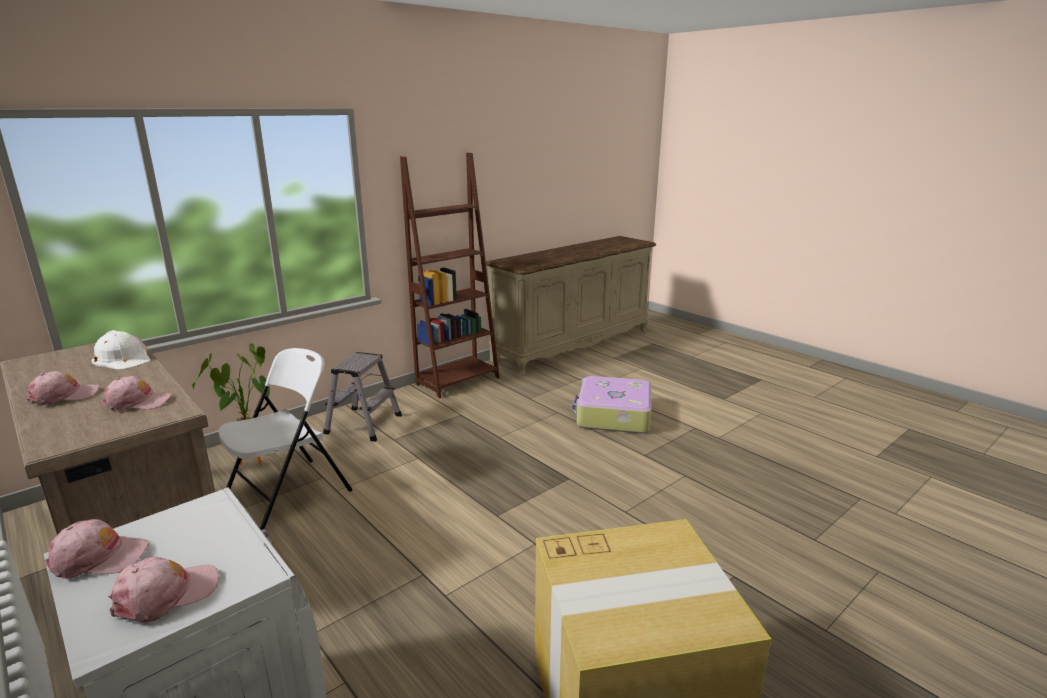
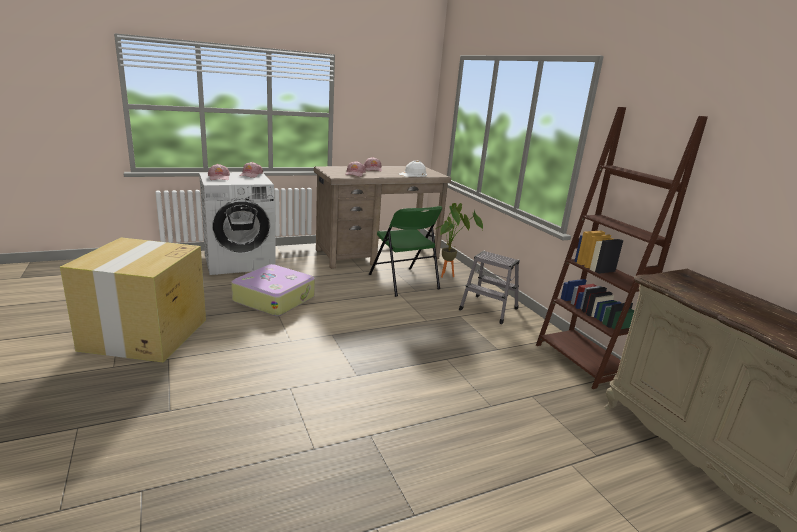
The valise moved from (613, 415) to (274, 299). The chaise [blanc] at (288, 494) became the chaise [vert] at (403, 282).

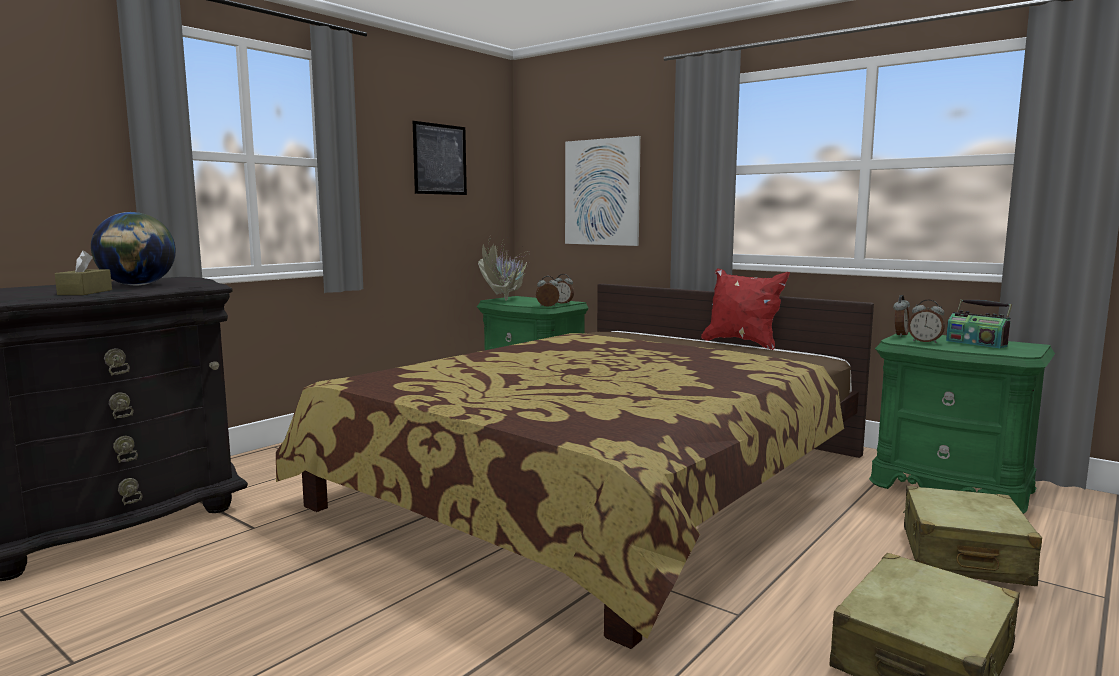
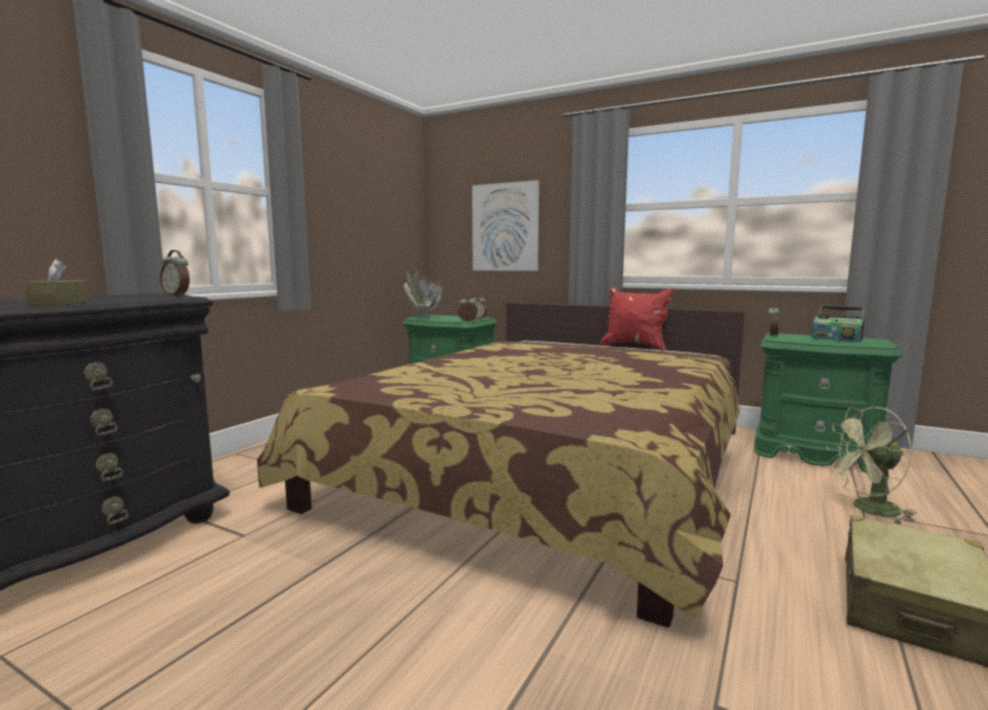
The globe at (137, 285) disappeared. The tableau at (440, 159) disappeared. The réveil moved from (925, 342) to (177, 295). The valise [beige] at (963, 556) was replaced by the ventilateur [vert] at (868, 510).

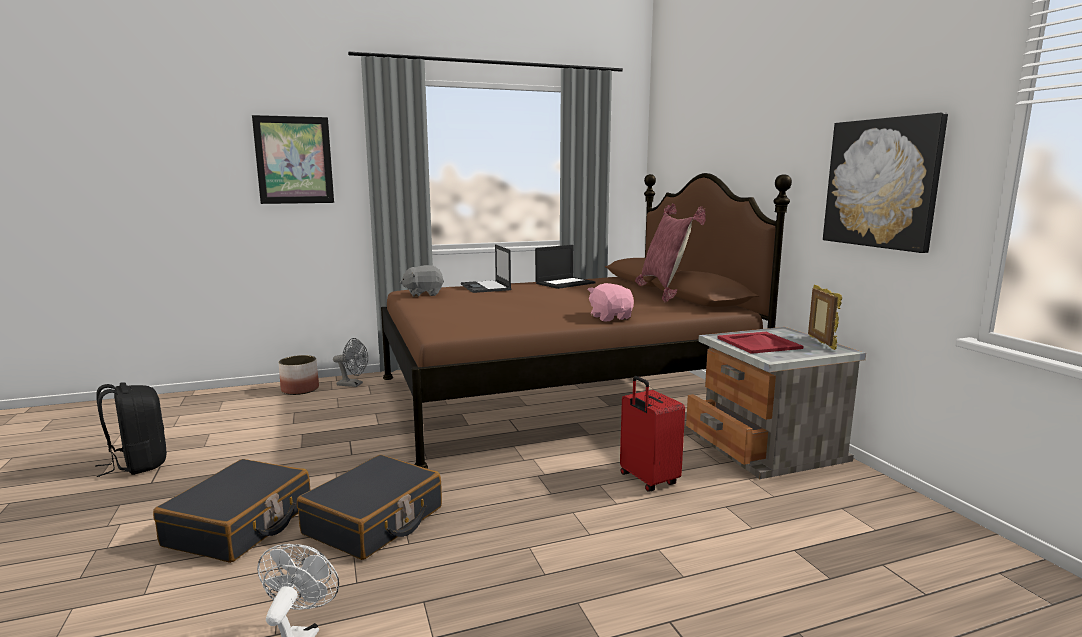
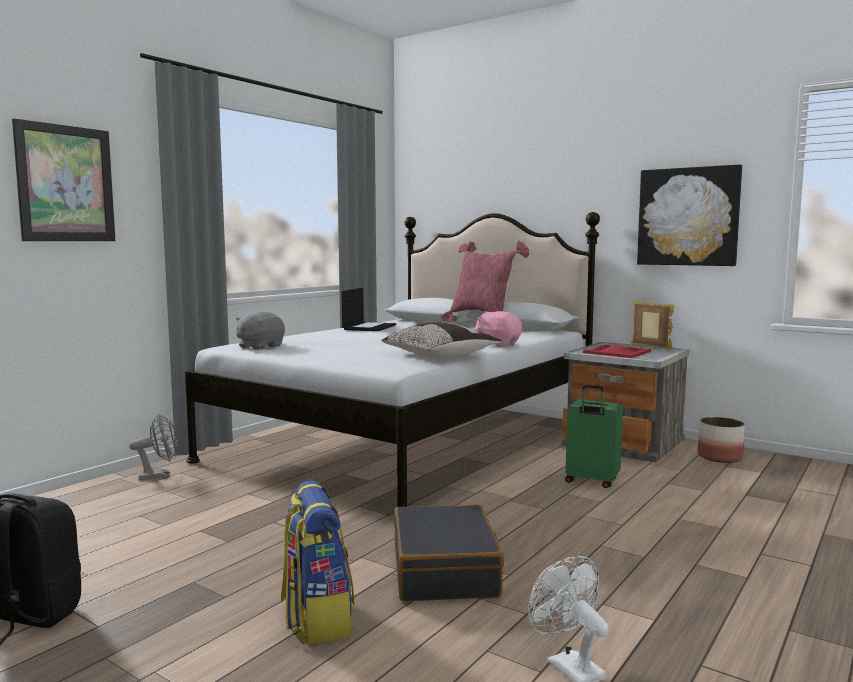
The ordinateur portable at (486, 287) disappeared. The coussin at (440, 355) appeared. The cache-pot moved from (300, 389) to (720, 457). The valise [noir] at (240, 525) was replaced by the sac à dos at (316, 619). The lit [marron] at (560, 396) became the lit [blanc] at (408, 442). The valise [rouge] at (647, 480) became the valise [vert] at (591, 481).

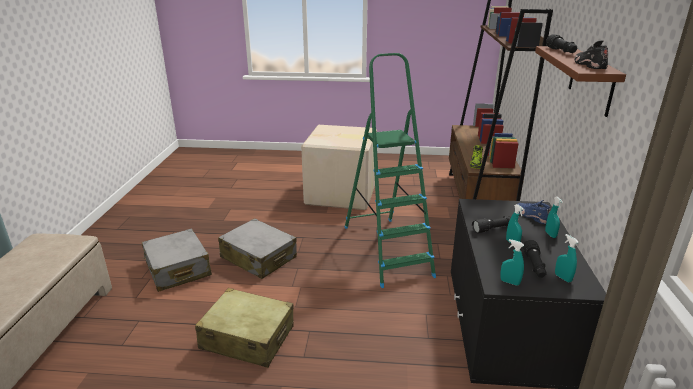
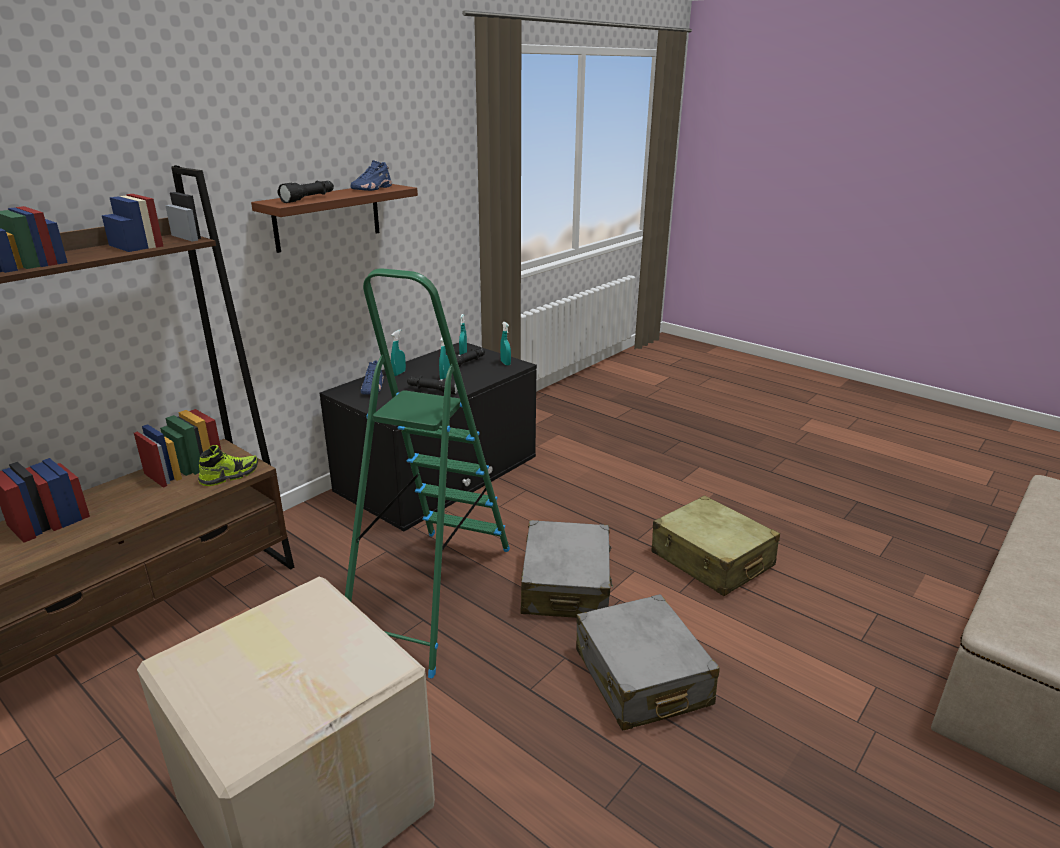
The valise [gris] moved from (178, 269) to (566, 584). The chaussure [noir] at (588, 65) became the chaussure [bleu] at (372, 189).

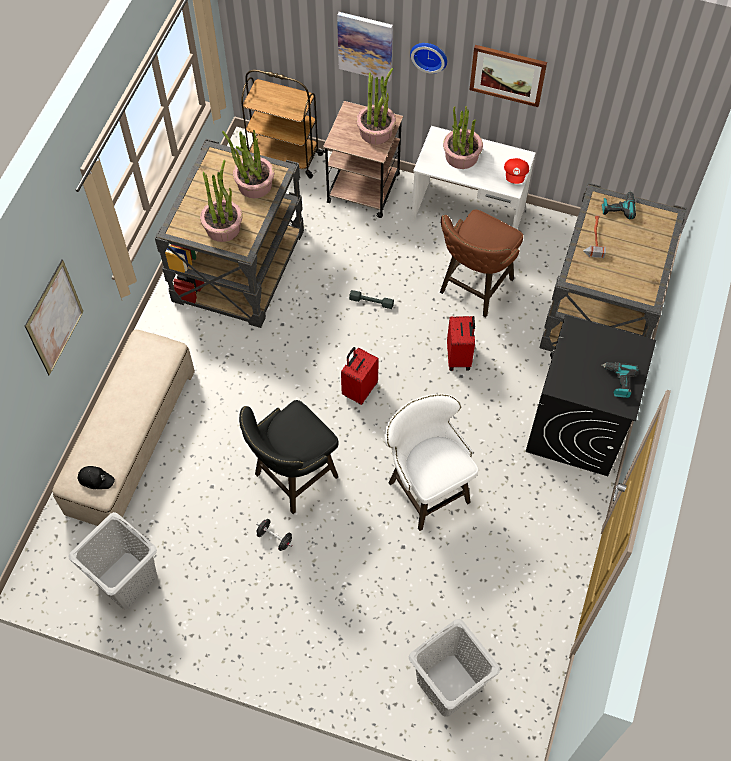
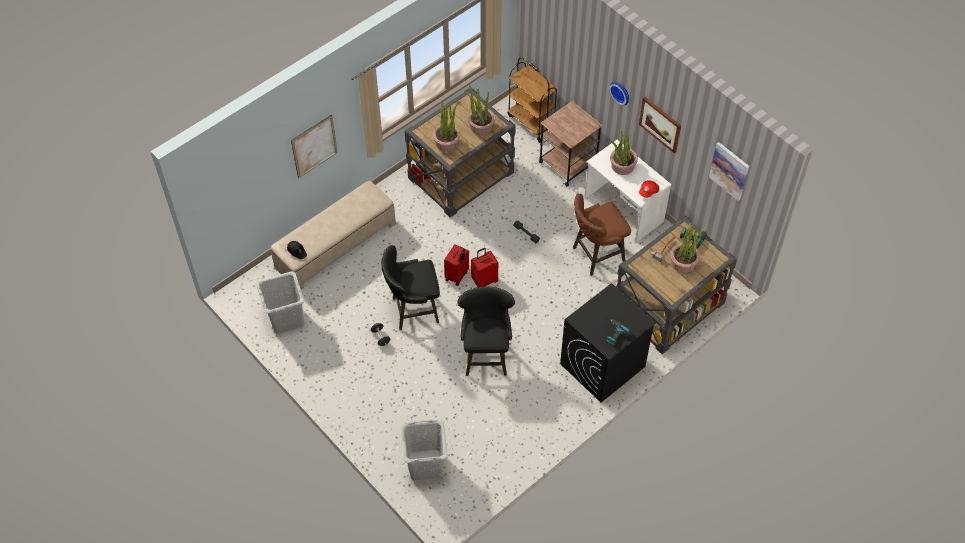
The tableau moved from (365, 45) to (729, 170). The plante en pot moved from (376, 131) to (683, 262). The valise [rouge] moved from (459, 357) to (457, 276). The tabouret [blanc] at (427, 489) became the tabouret [noir] at (486, 355).

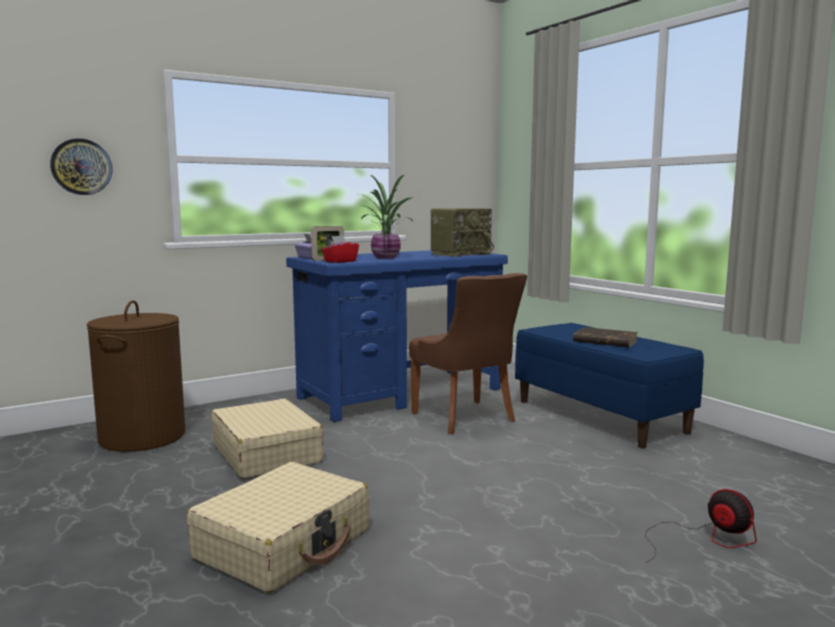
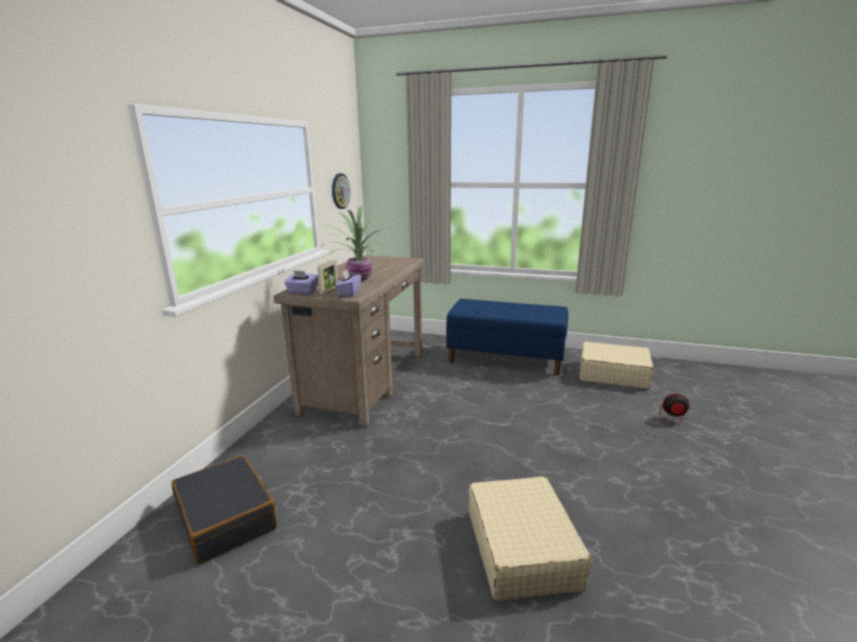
The chaise [marron] at (465, 418) disappeared. The radio at (461, 254) disappeared. The livre [marron] at (604, 341) disappeared. The horloge murale moved from (81, 167) to (340, 191). The valise [beige] moved from (266, 453) to (612, 374). The panier à linge [marron] at (142, 436) was replaced by the valise [noir] at (227, 518). The bureau [bleu] at (400, 393) became the bureau [marron] at (365, 381). The boîte à mouchoirs [rouge] at (340, 261) became the boîte à mouchoirs [violet] at (349, 293).

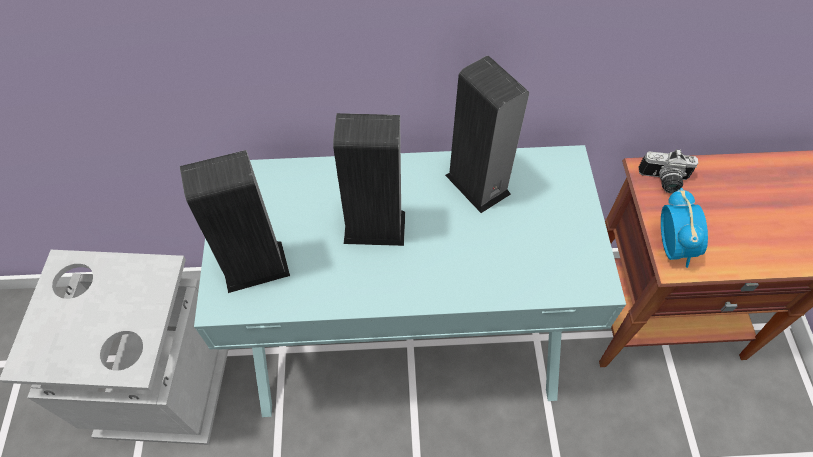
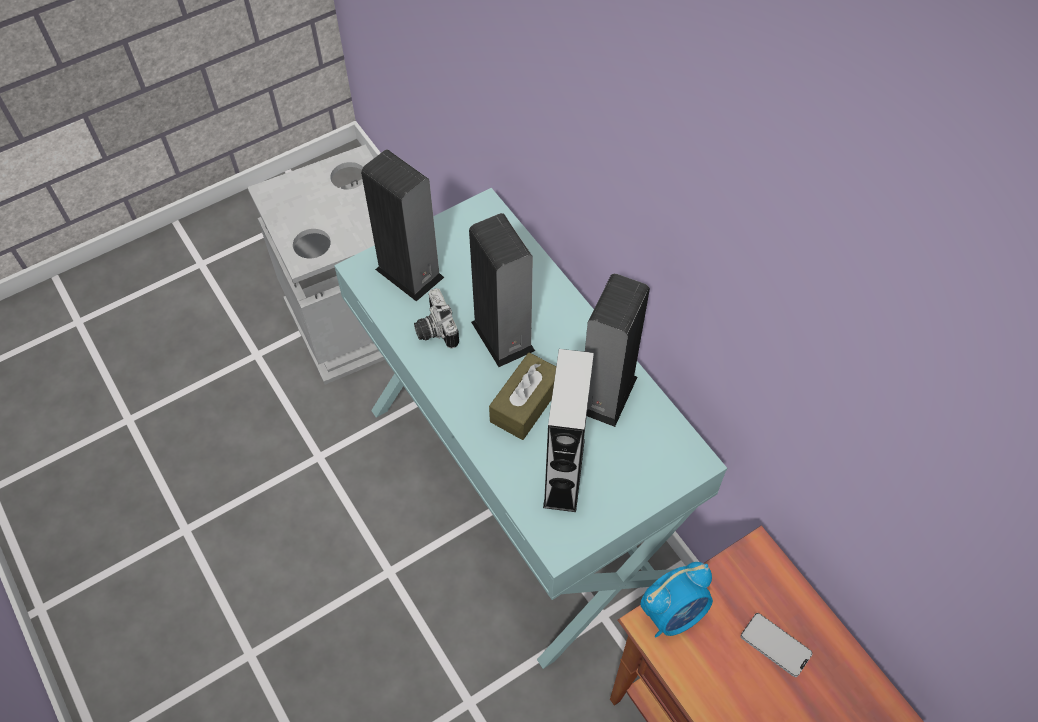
The boîte à mouchoirs [marron] at (525, 404) appeared. The enceinte [gris] at (564, 473) appeared. The téléphone at (775, 645) appeared. The appareil photo moved from (664, 181) to (434, 330).

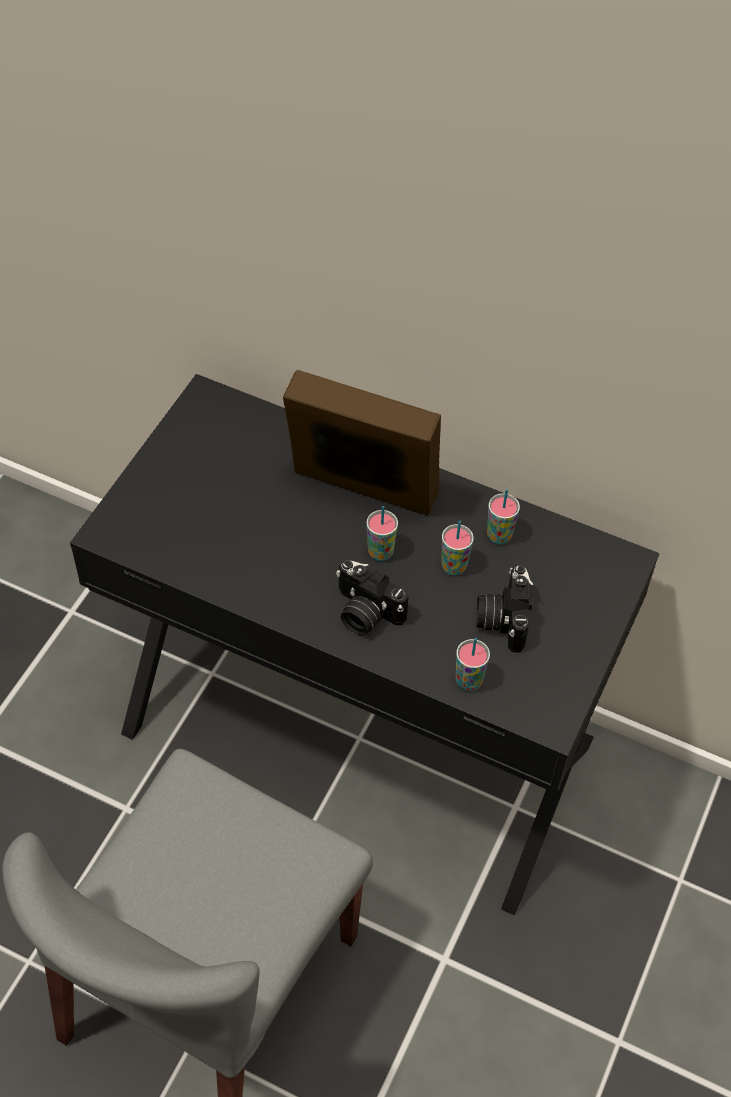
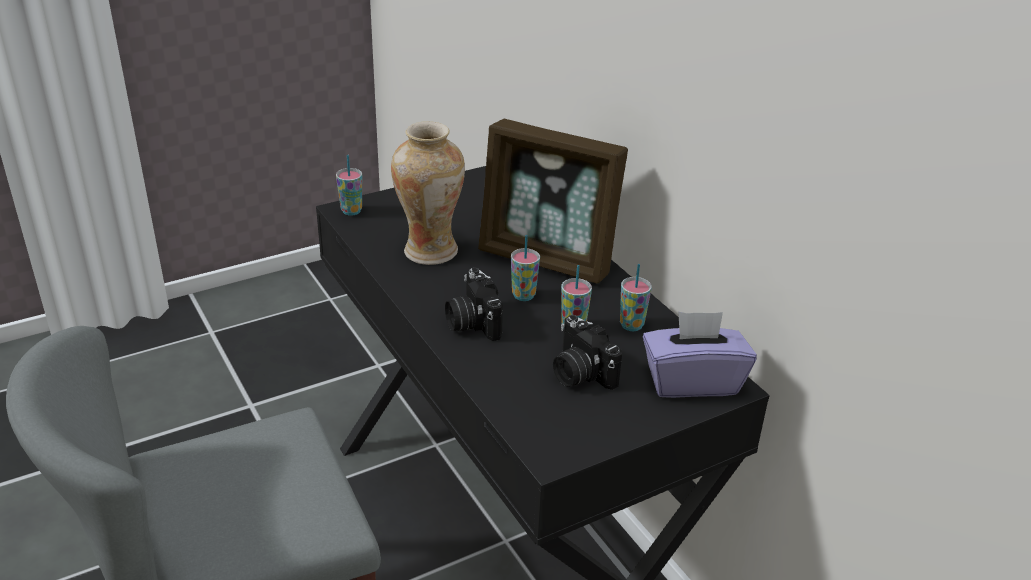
The vase at (430, 251) appeared. The boîte à mouchoirs [violet] at (692, 381) appeared. The tasse moved from (468, 681) to (351, 211). The cadre photo at (361, 491) turned 150 degrees clockwise. The appareil photo at (502, 619) turned 75 degrees counterclockwise.

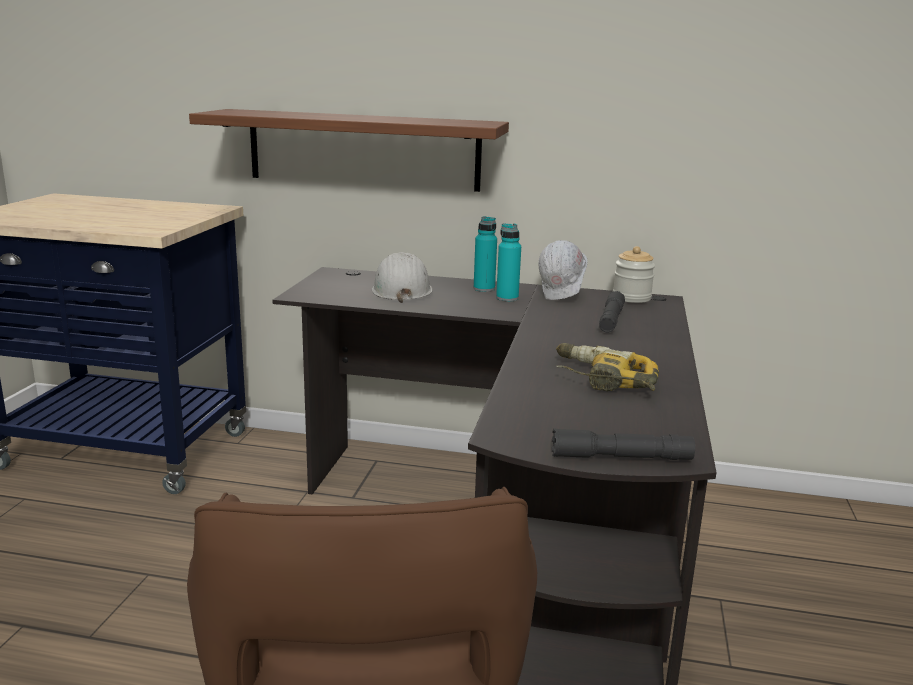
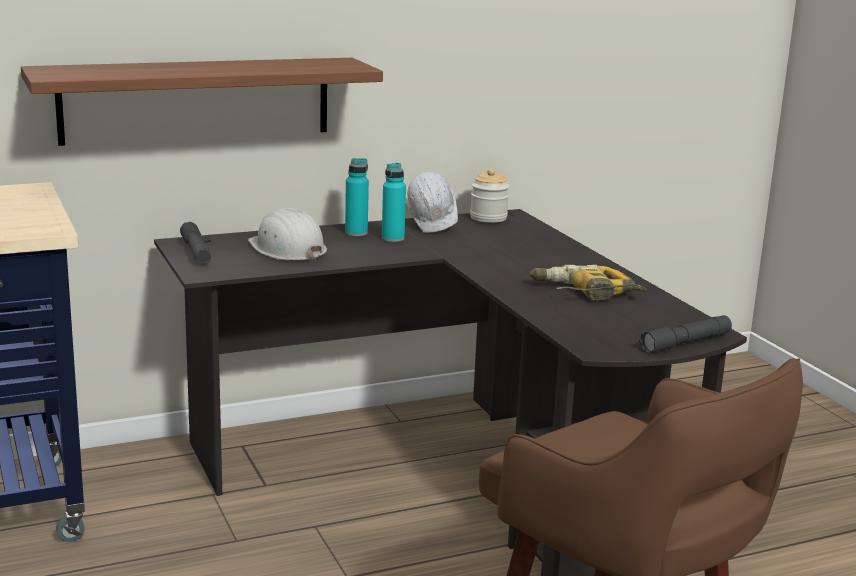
The lampe de poche [gris] moved from (611, 320) to (196, 252).

